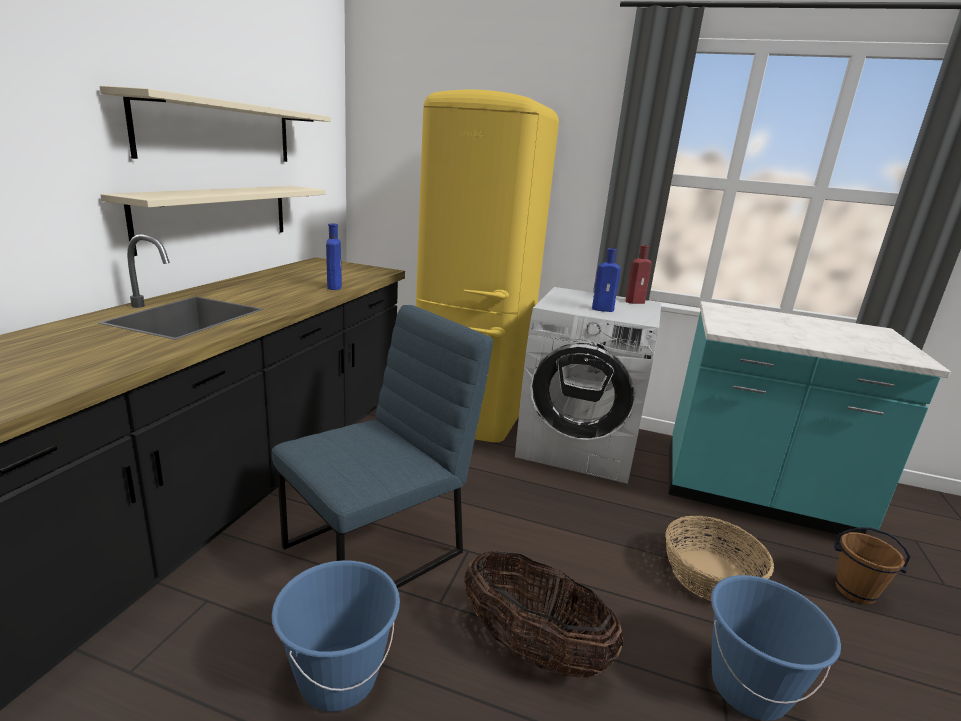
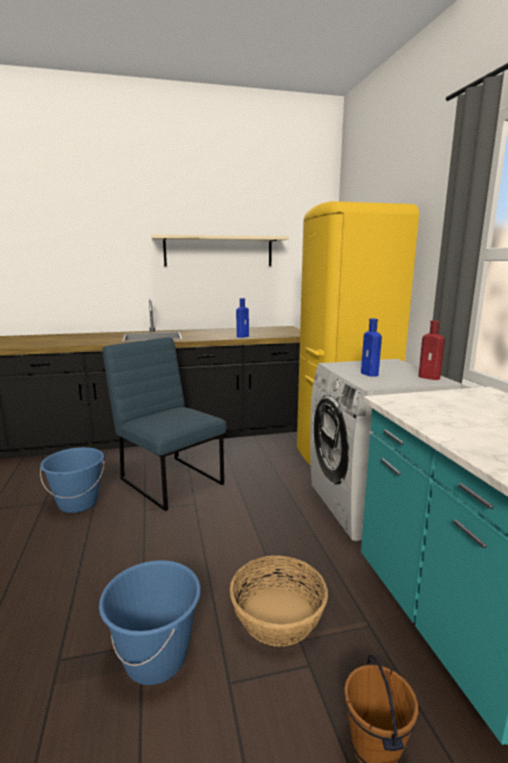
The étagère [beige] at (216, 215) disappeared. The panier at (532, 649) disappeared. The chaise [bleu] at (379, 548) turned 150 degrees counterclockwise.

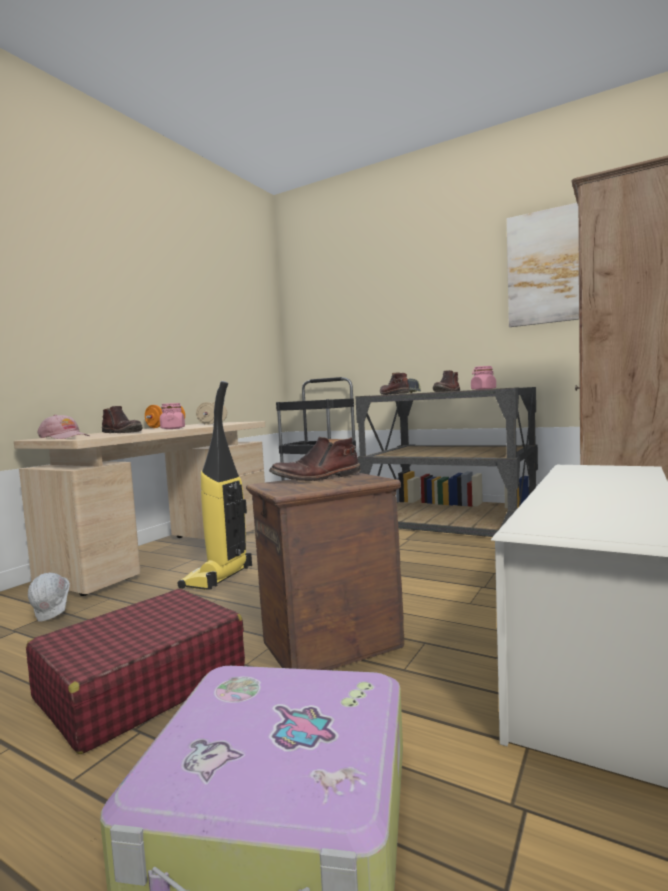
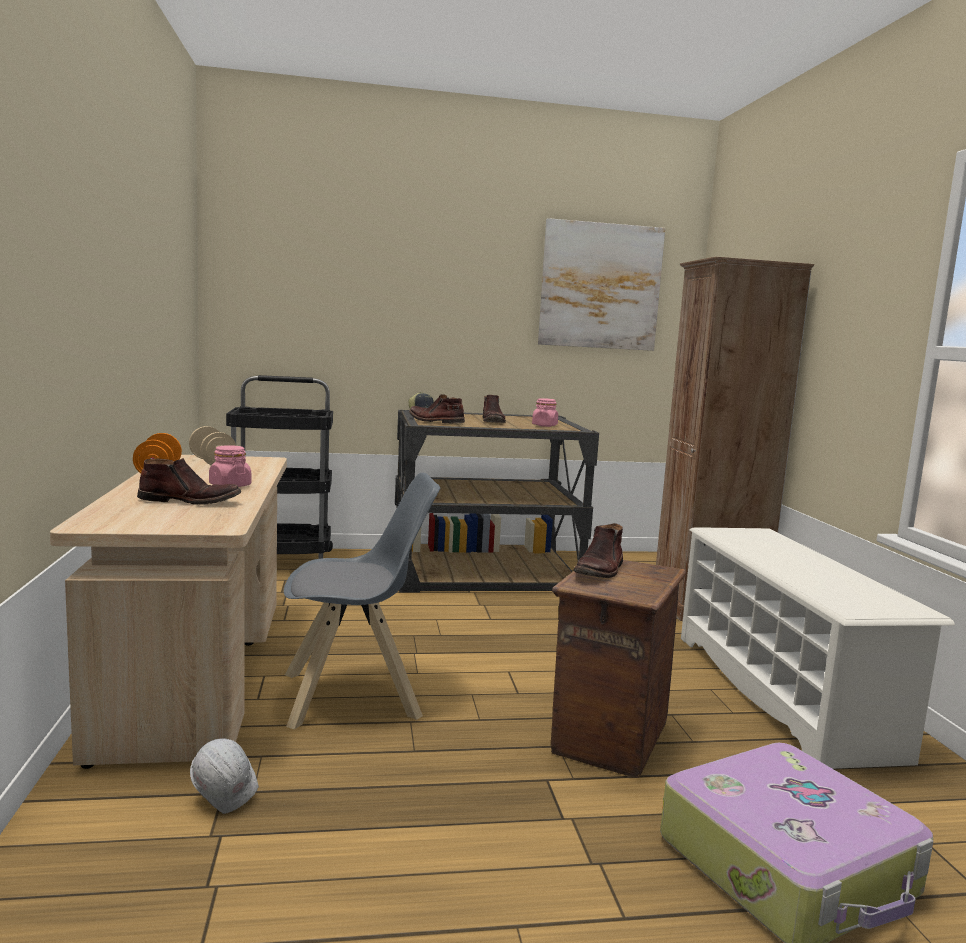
The valise [rouge] at (141, 685) disappeared. The casquette [rose] at (64, 437) disappeared. The aspirateur at (218, 578) was replaced by the chaise [gris] at (356, 695).

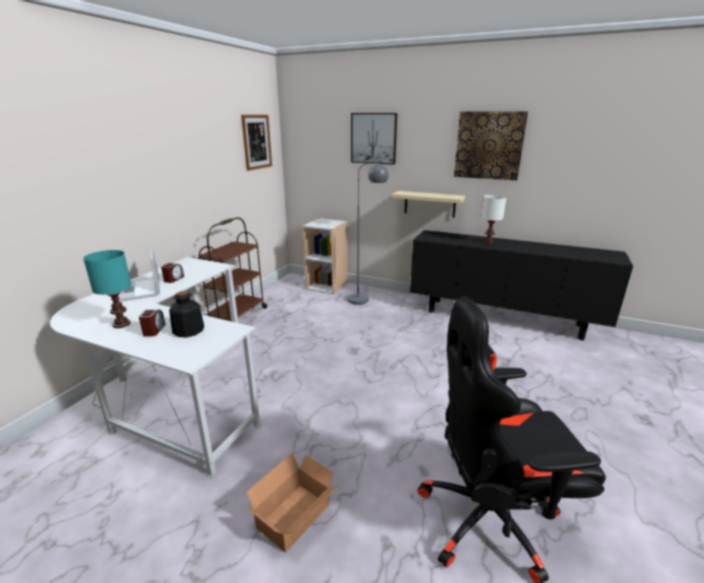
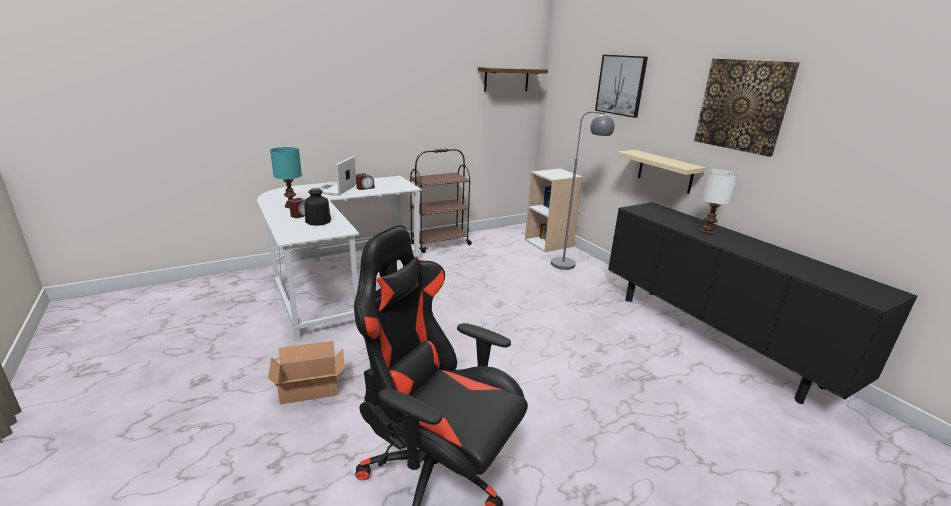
The tableau at (256, 142) was replaced by the étagère [marron] at (506, 79).

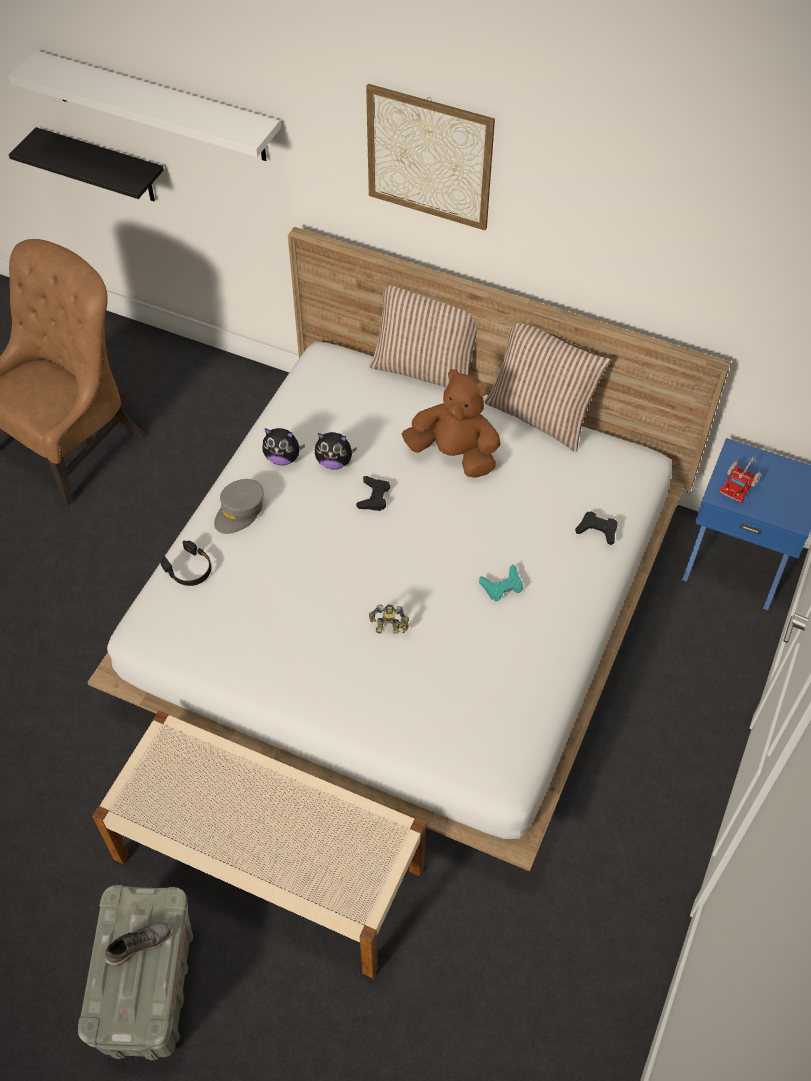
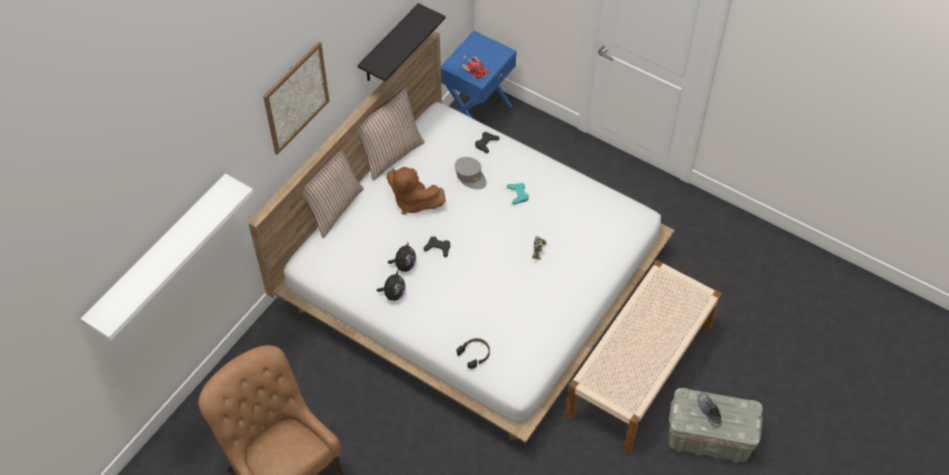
The étagère [noir] moved from (103, 166) to (389, 45). The casquette [gris] moved from (240, 512) to (470, 176). The peluche [marron] at (454, 454) turned 90 degrees counterclockwise.

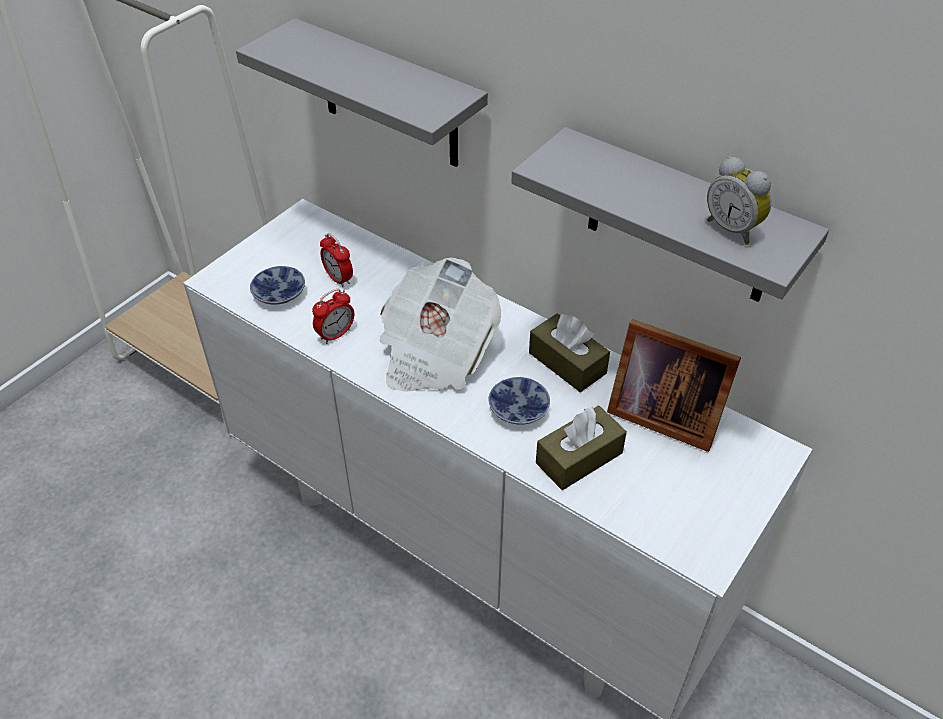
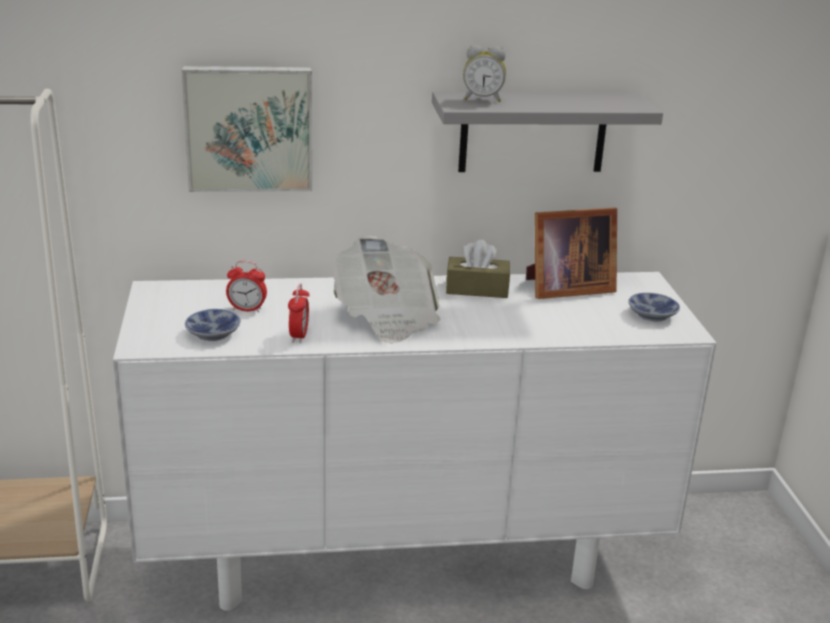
The boîte à mouchoirs [marron] at (579, 458) disappeared. The bol moved from (517, 411) to (653, 316). The réveil moved from (733, 229) to (482, 99). The étagère [gris] at (389, 96) was replaced by the tableau at (249, 128).

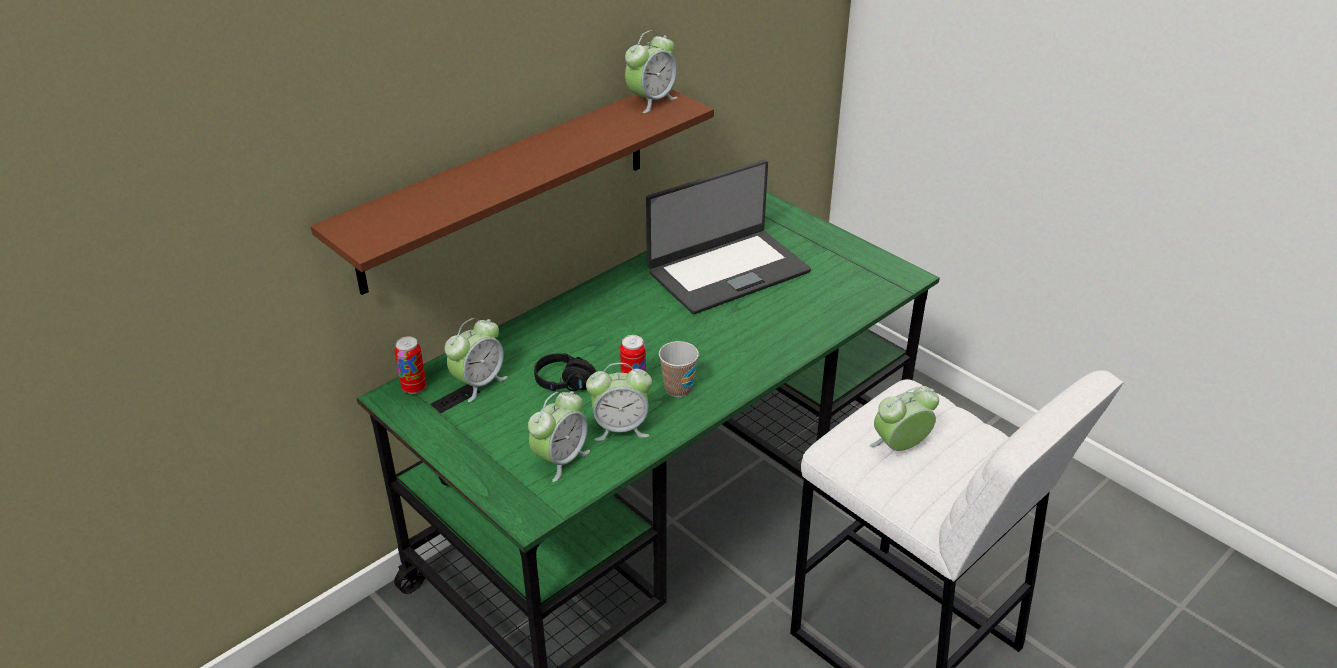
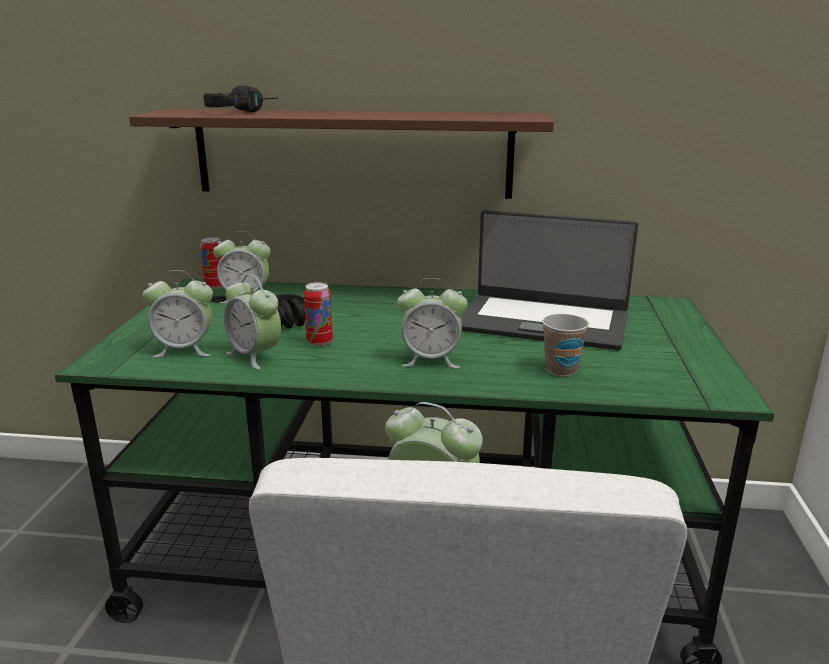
The casque audio [noir] at (241, 112) appeared. The réveil moved from (651, 101) to (431, 360). The tasse moved from (678, 389) to (561, 370).

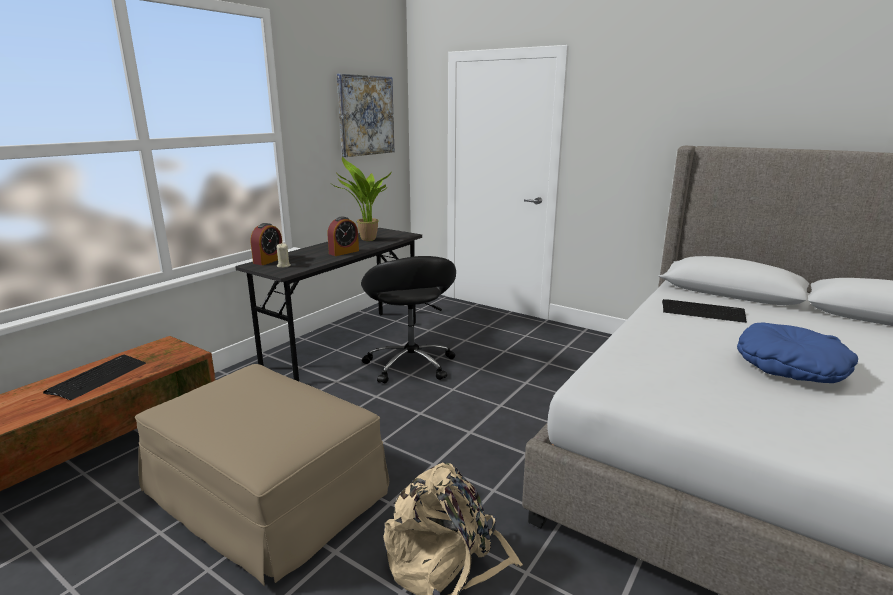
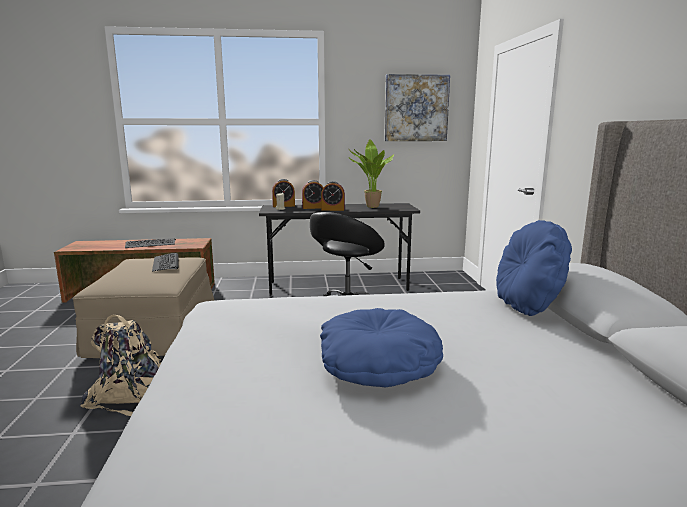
The réveil at (313, 207) appeared. The coussin [bleu] at (527, 308) appeared. The clavier moved from (702, 312) to (166, 263).

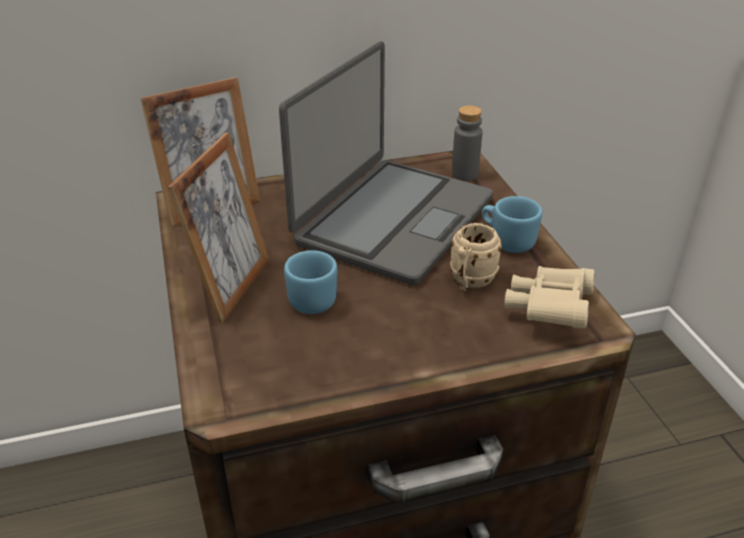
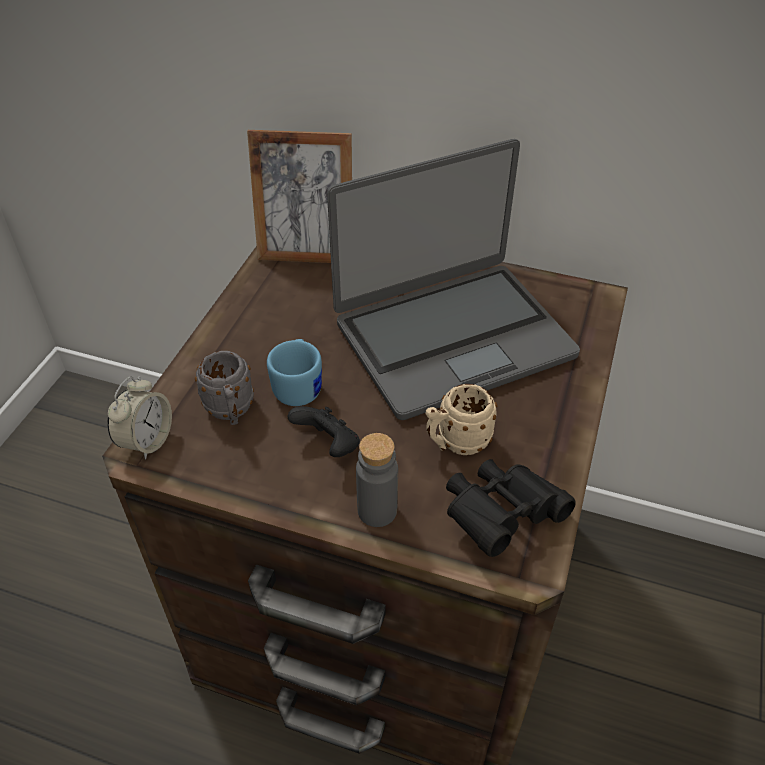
The cadre photo at (232, 287) disappeared. The mug [bleu] at (507, 241) disappeared. The réveil at (147, 441) appeared. The mug [gris] at (231, 412) appeared. The manette [noir] at (328, 445) appeared. The bouteille [gris] moved from (464, 174) to (377, 510). The jumelles [beige] at (549, 311) became the jumelles [noir] at (501, 515).

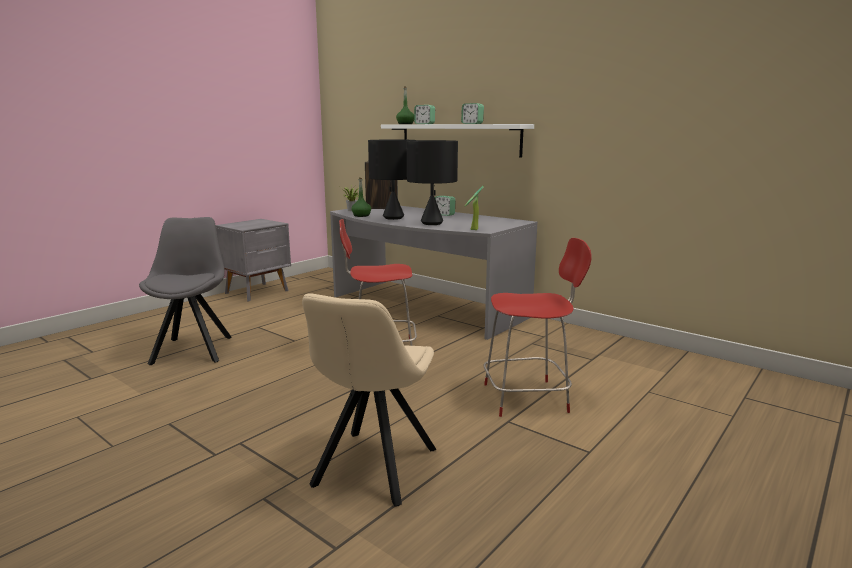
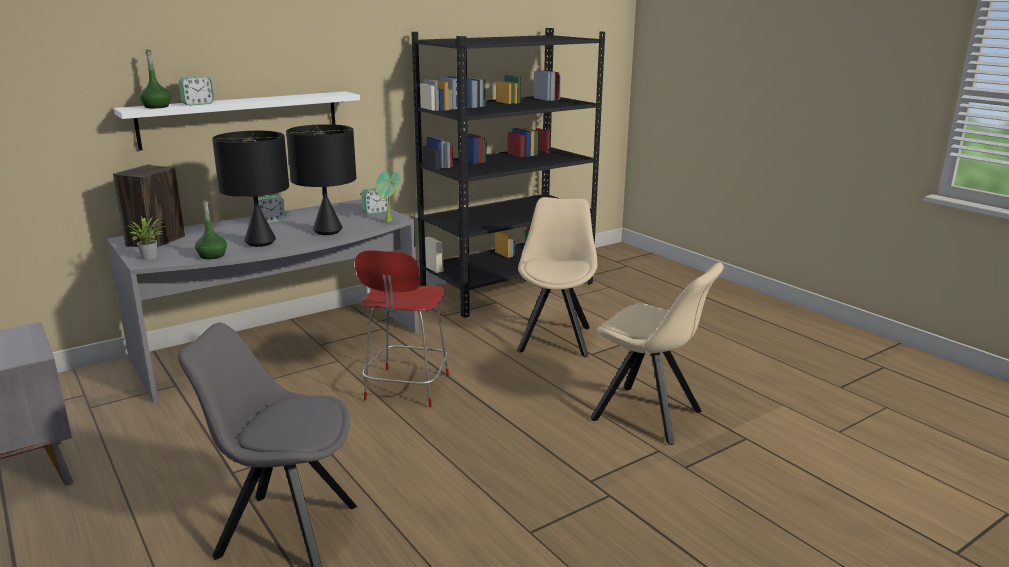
The bibliothèque [noir] at (508, 287) appeared. The réveil moved from (472, 123) to (376, 212). The tabouret [rouge] at (528, 398) was replaced by the chaise [beige] at (555, 339).

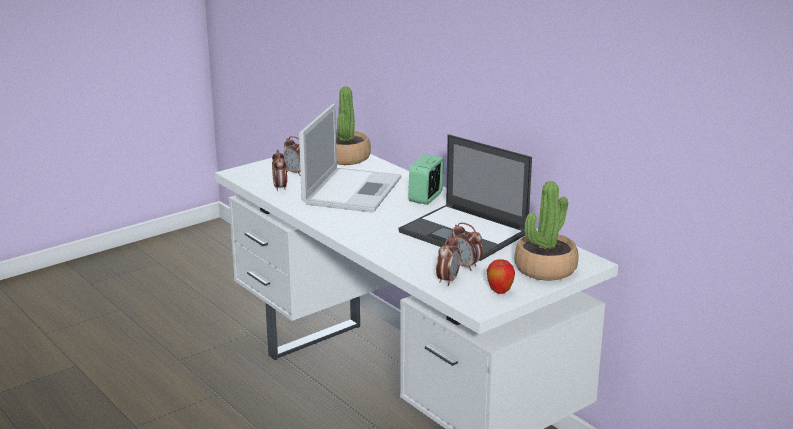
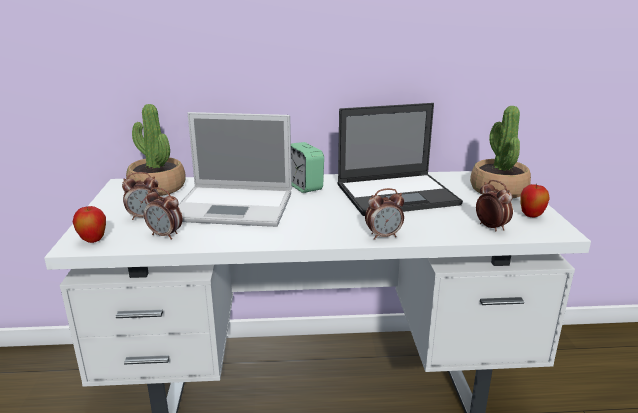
The pomme at (93, 241) appeared. The réveil moved from (465, 266) to (383, 236). The ordinateur portable at (352, 190) turned 135 degrees clockwise.

